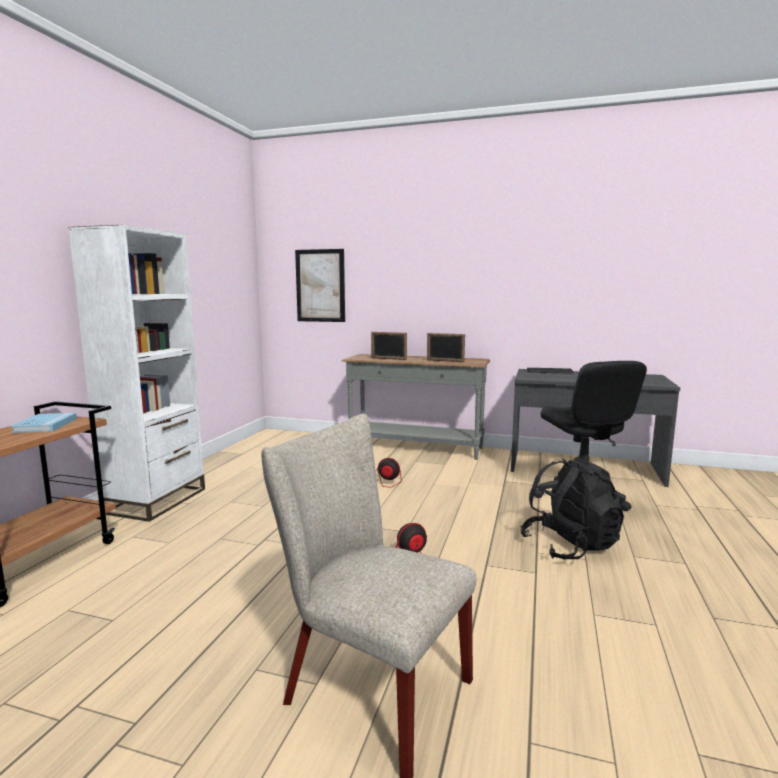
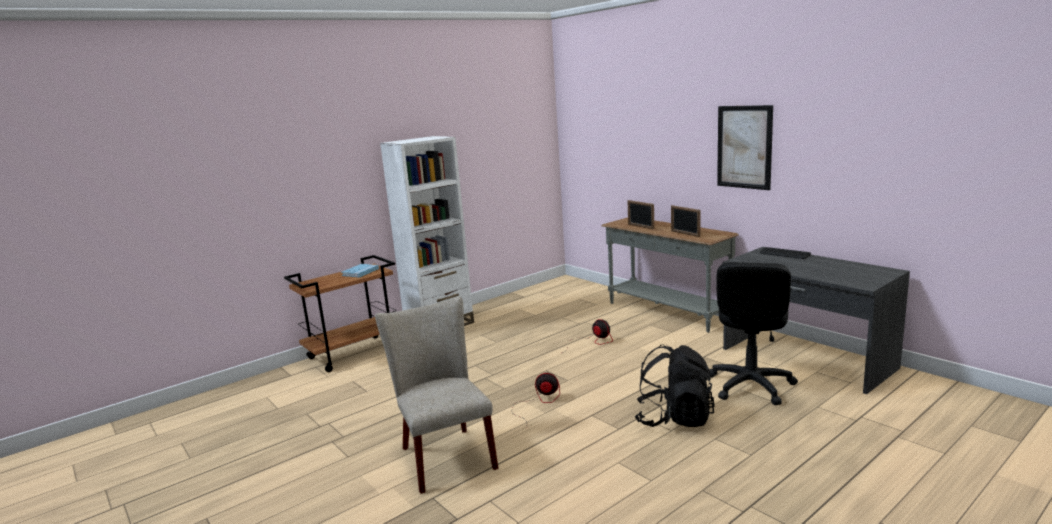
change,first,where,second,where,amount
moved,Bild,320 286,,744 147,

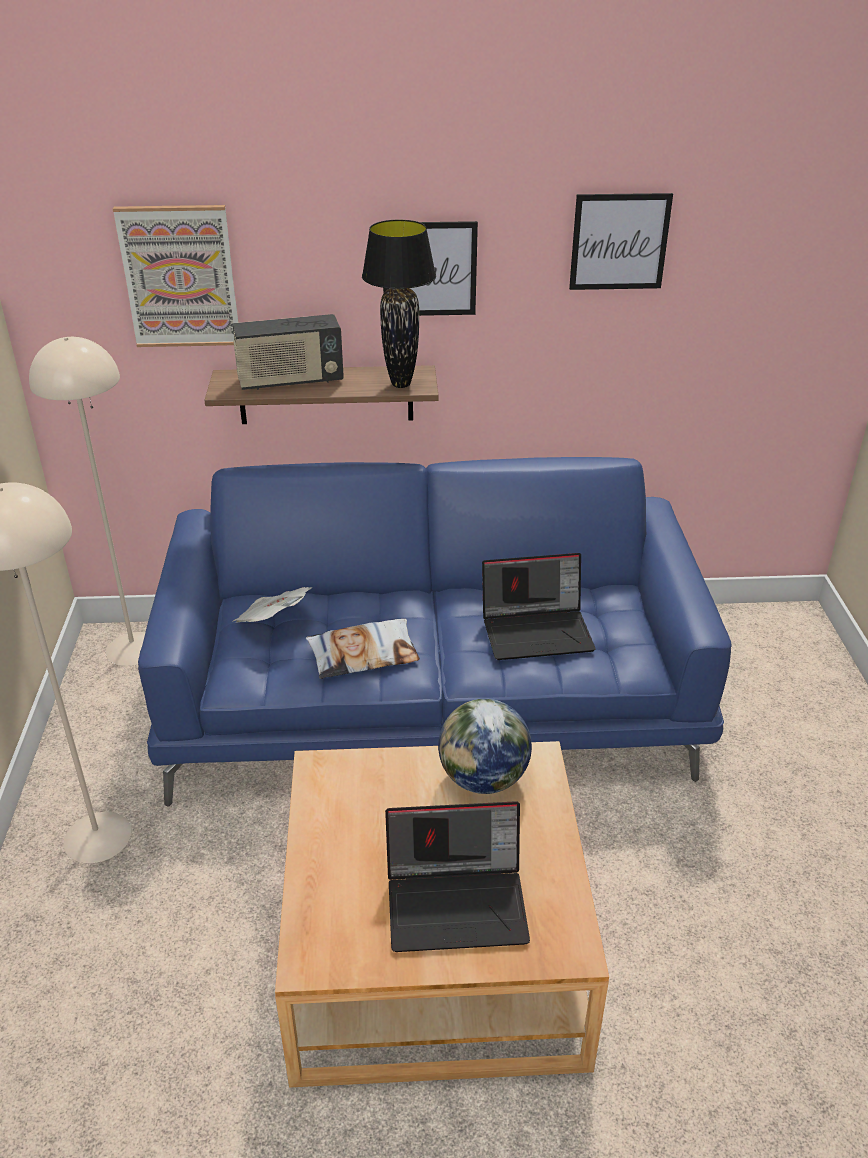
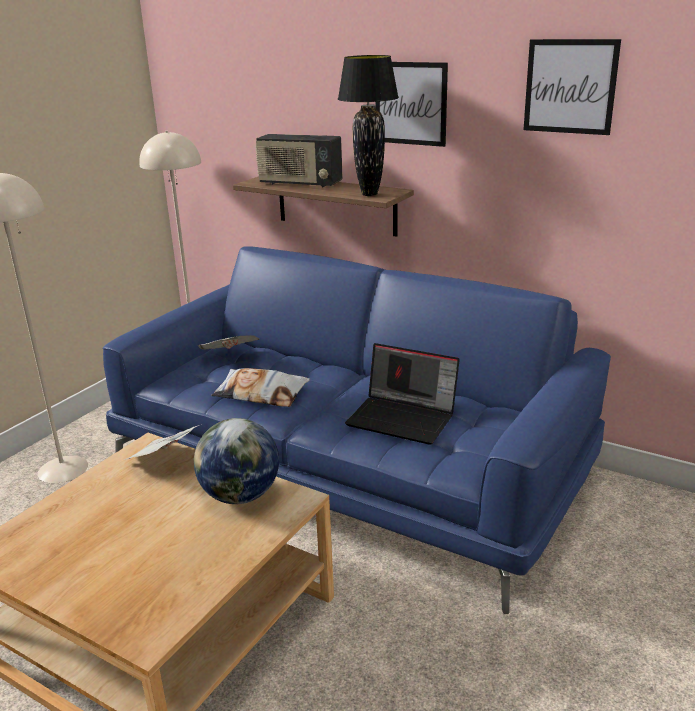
change,first,where,second,where,amount
removed,Bild,180 277,,,
removed,Laptop,458 902,,,
added,,,Zeitung,165 460,

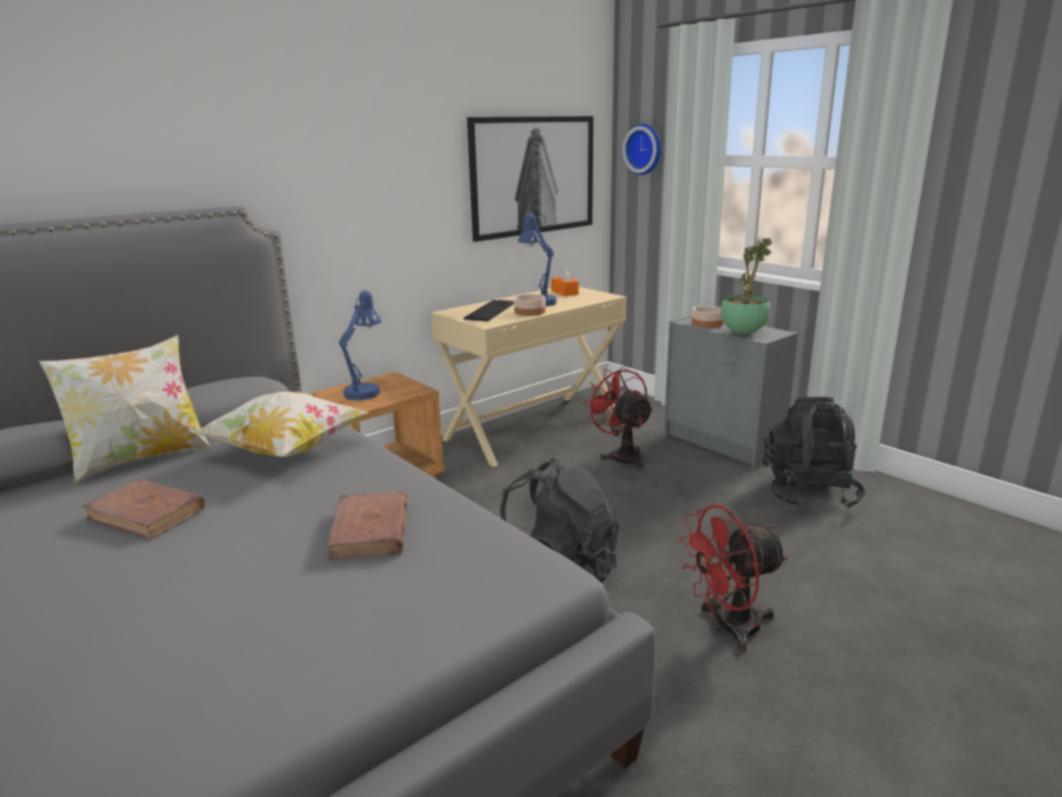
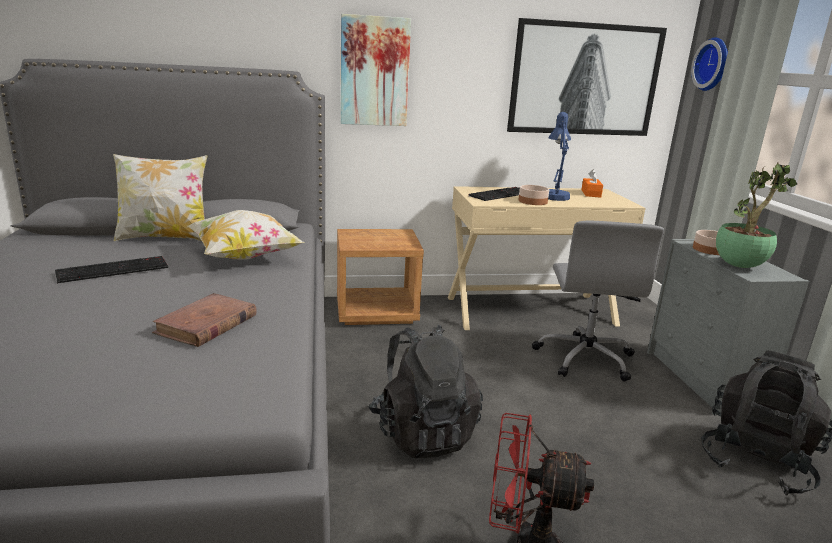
change,first,where,second,where,amount
removed,Tischlampe (blau),365 391,,,
added,,,Bild,374 72,
replaced,Buch (braun),146 514,Tastatur,114 269,
replaced,Ventilator (rot),621 456,Bürostuhl (grau),585 357,

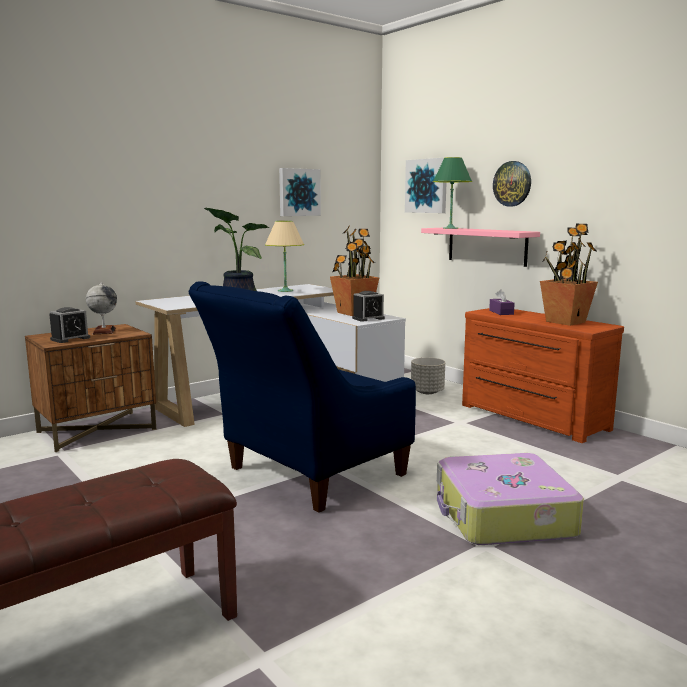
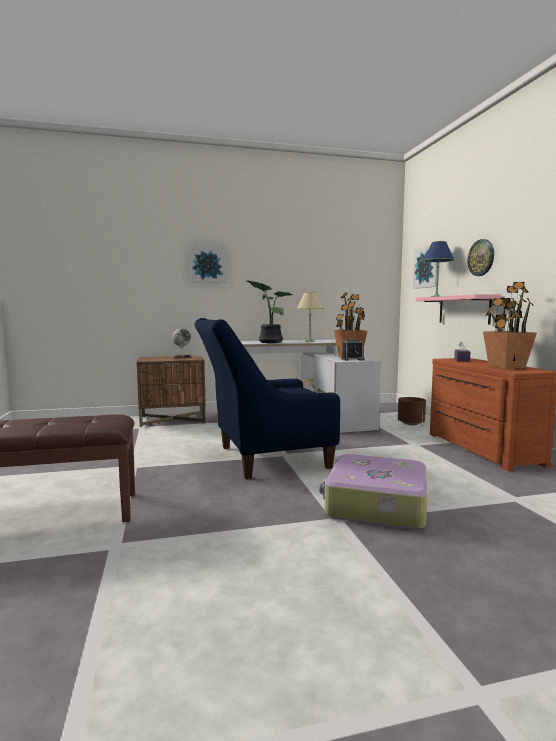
change,first,where,second,where,amount
removed,Wecker,70 339,,,
moved,Bild,298 192,,207 265,
recoloured,Pflanzkübel (grau),427 392,Pflanzkübel (braun),411 424,
recoloured,Tischlampe (grün),450 228,Tischlampe (blau),436 296,

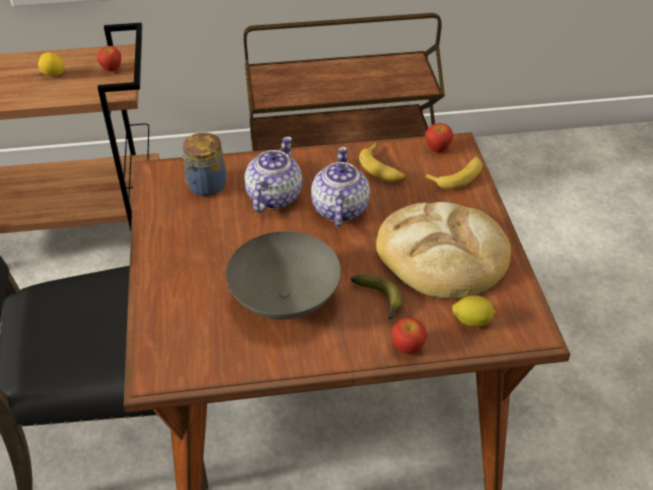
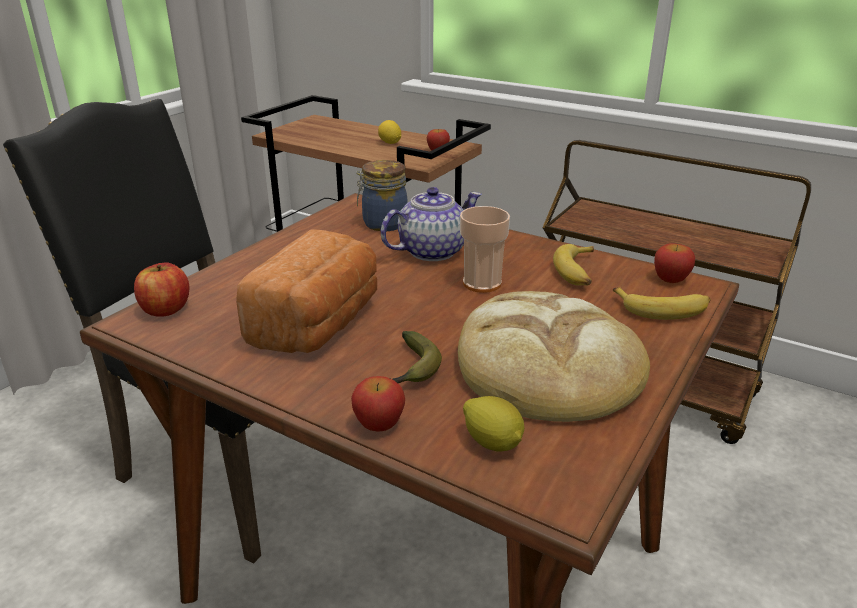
change,first,where,second,where,amount
added,,,Apfel,165 309,
replaced,Schüssel (grau),283 300,Brot,319 323,
replaced,Teekanne,339 209,Tasse,482 283,

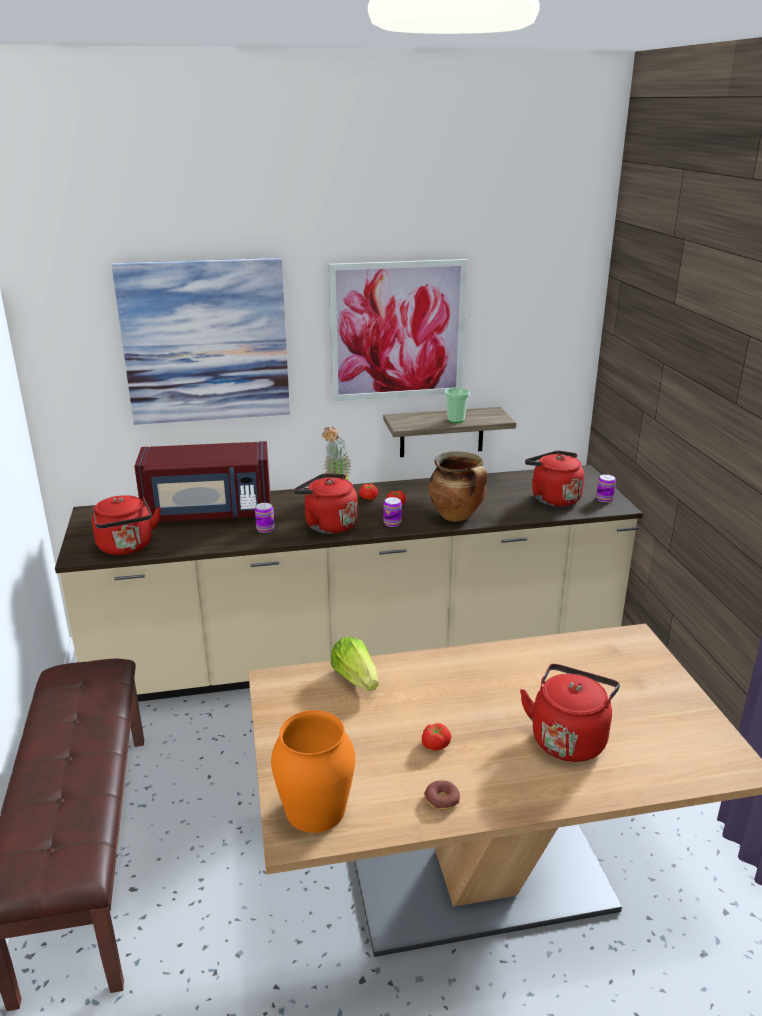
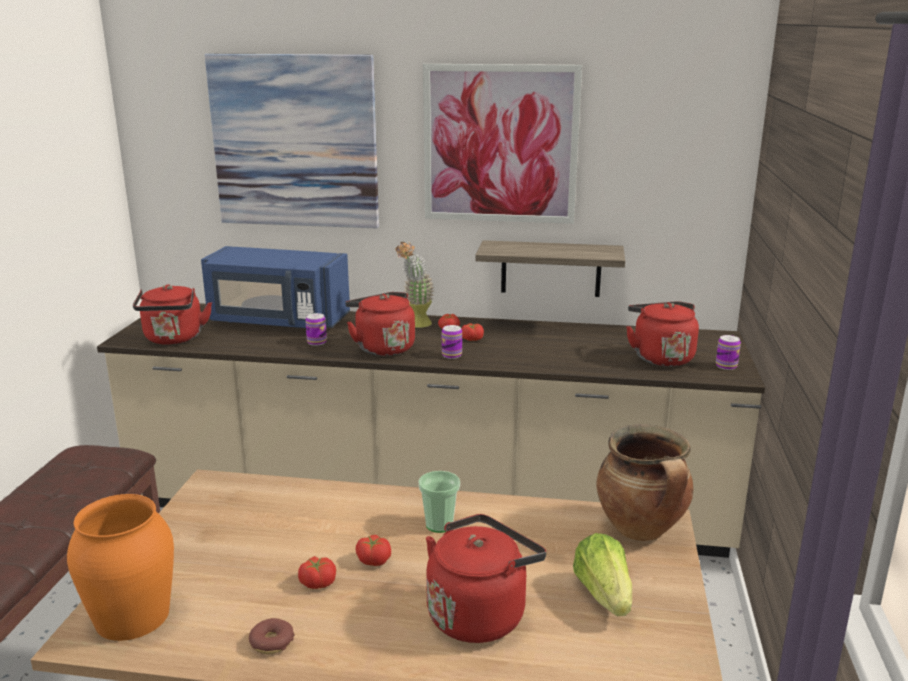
change,first,where,second,where,amount
added,,,Tomate,374 560,
moved,Salatkopf,356 679,,604 595,
moved,Kochtopf,457 516,,642 530,
moved,Tasse,456 420,,439 525,
recoloured,Mikrowelle (rot),208 512,Mikrowelle (blau),277 321,

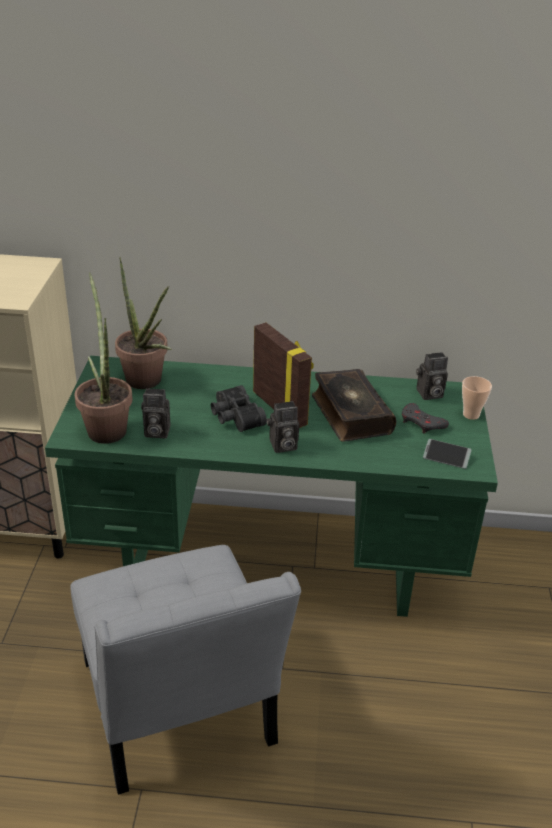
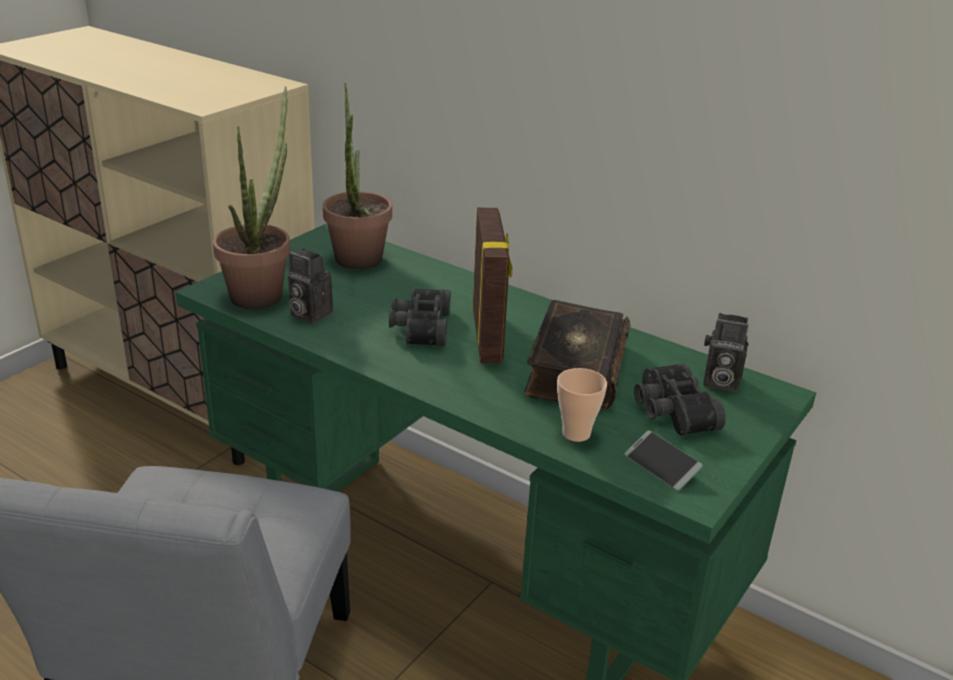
change,first,where,second,where,amount
removed,Kamera,282 446,,,
moved,Tasse,471 415,,576 433,
replaced,Gamepad (grau),422 422,Fernglas (schwarz),670 412,

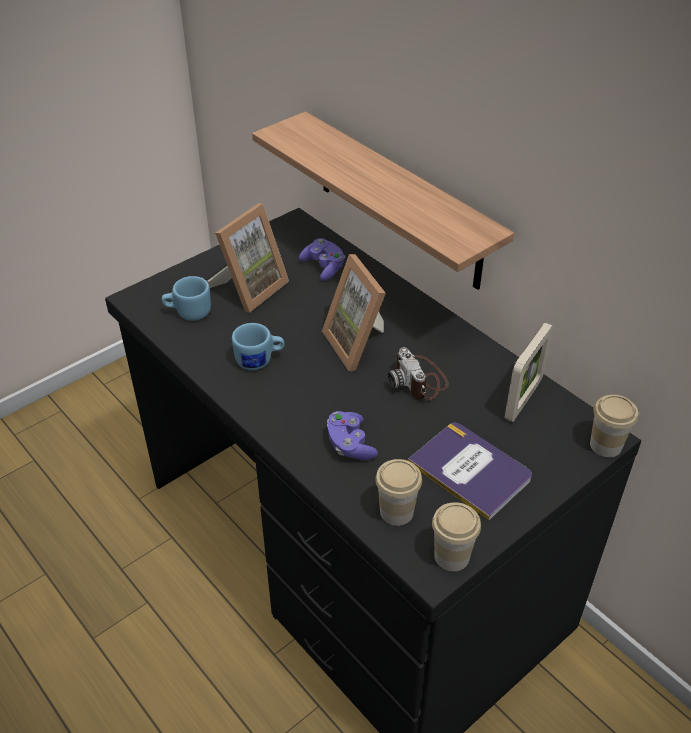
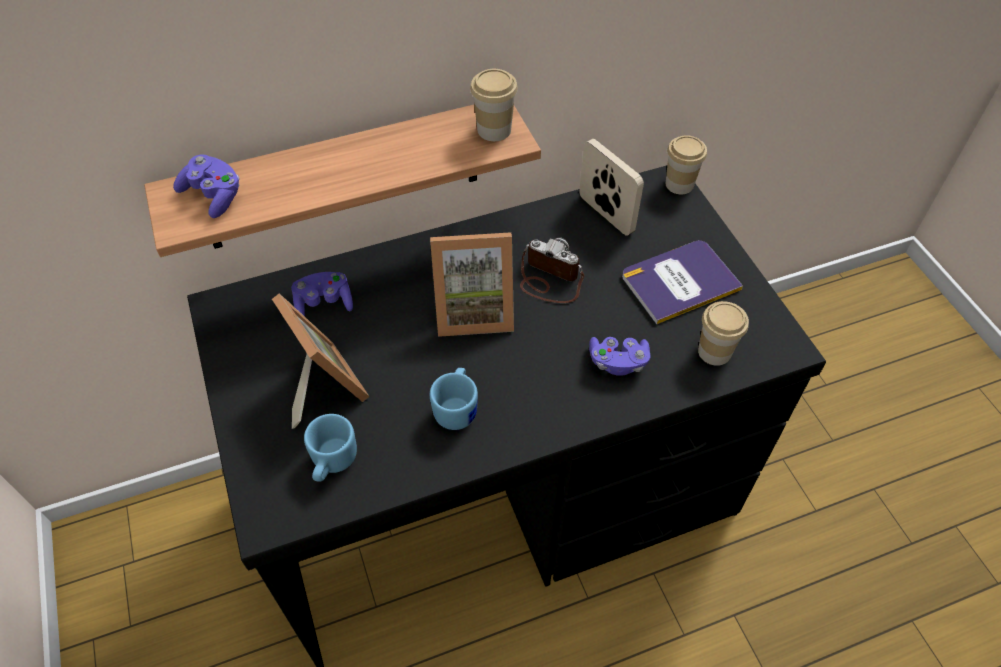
change,first,where,second,where,amount
added,,,Gamepad (lila),213 196,
moved,Tasse,451 556,,494 130,
turned,Kamera,419 380,,549 279,150 degrees counterclockwise

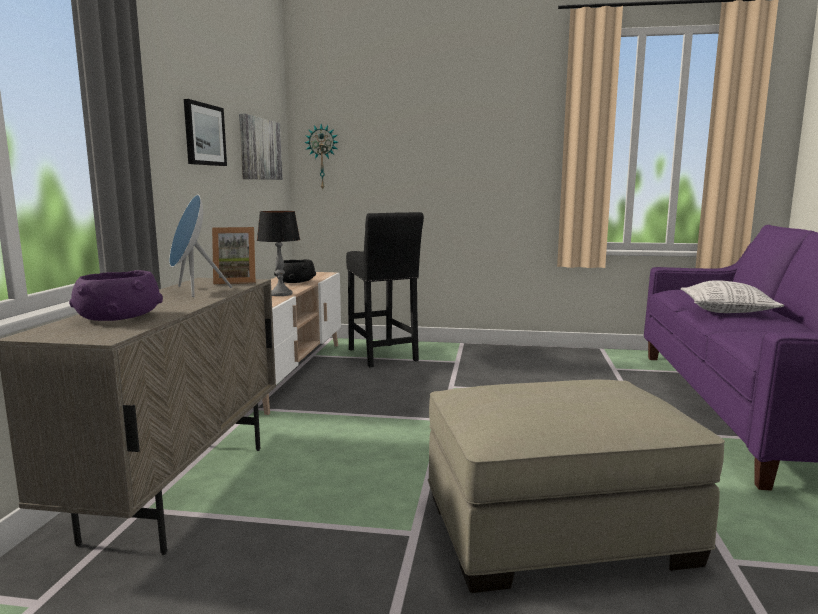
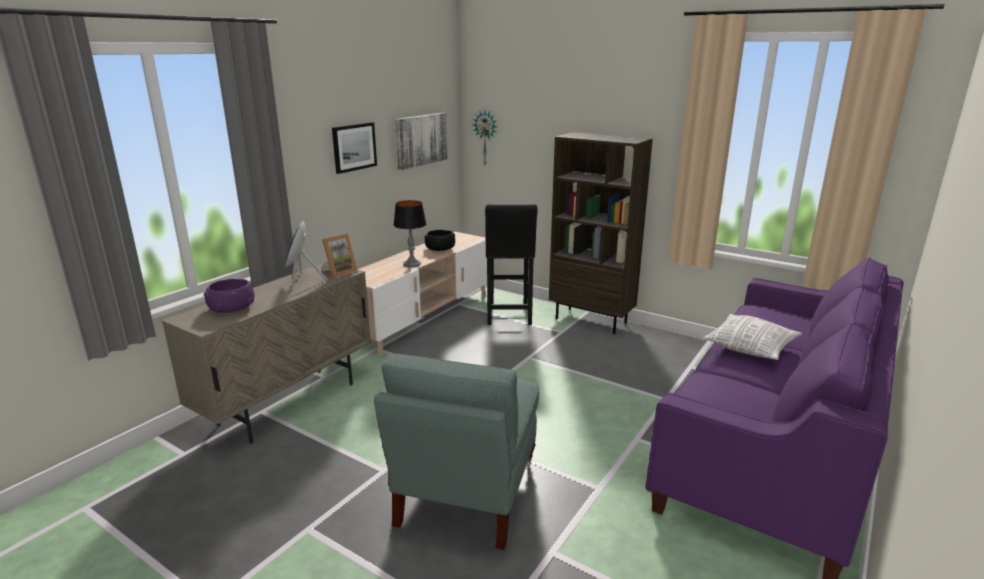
change,first,where,second,where,amount
added,,,Bücherregal (braun),591 320,
replaced,Polsterhocker (beige),553 528,Sessel (grau),466 493,
turned,Bilderrahmen,236 281,,339 272,60 degrees counterclockwise

